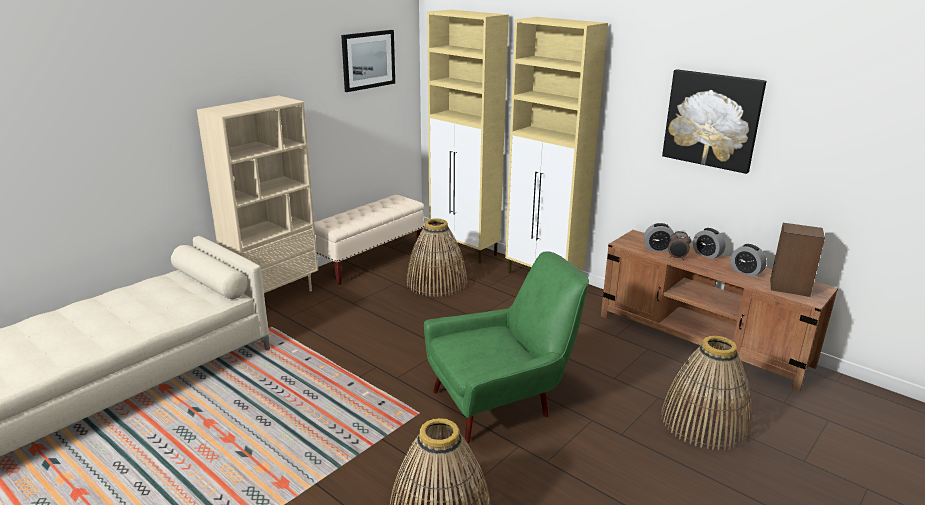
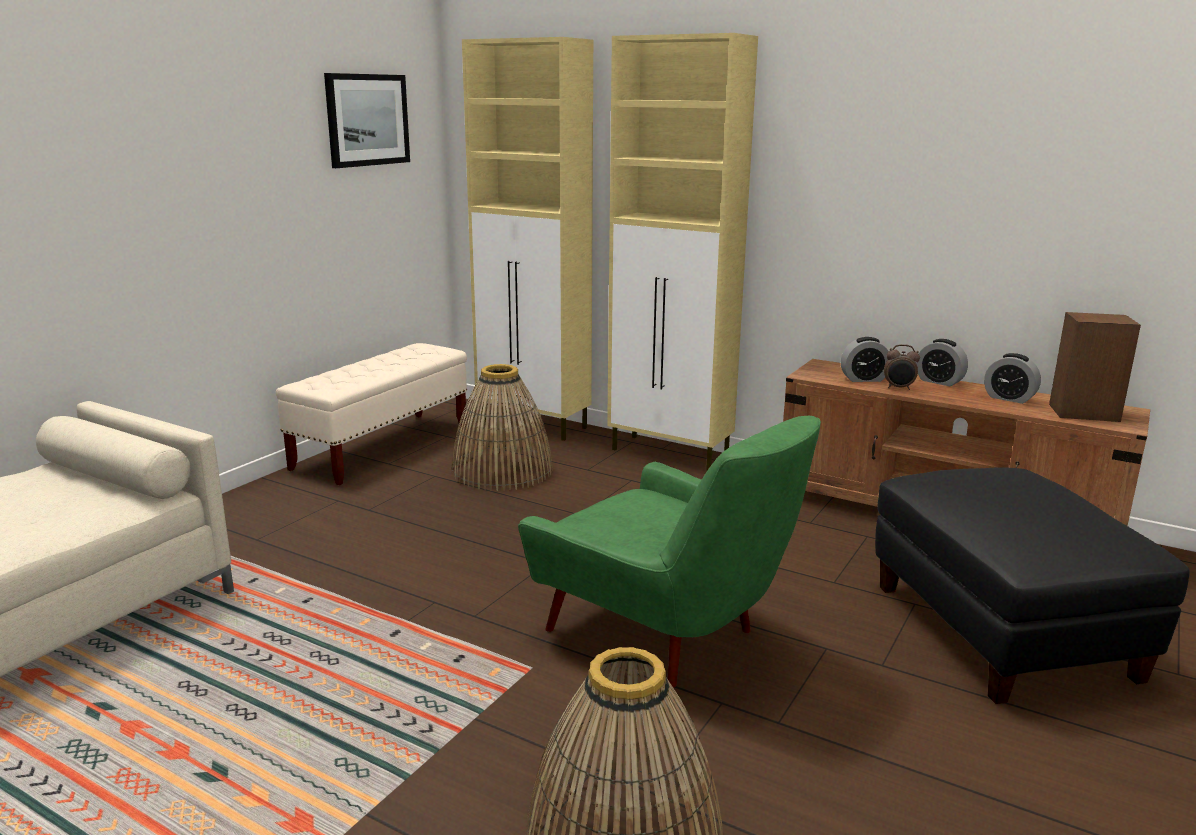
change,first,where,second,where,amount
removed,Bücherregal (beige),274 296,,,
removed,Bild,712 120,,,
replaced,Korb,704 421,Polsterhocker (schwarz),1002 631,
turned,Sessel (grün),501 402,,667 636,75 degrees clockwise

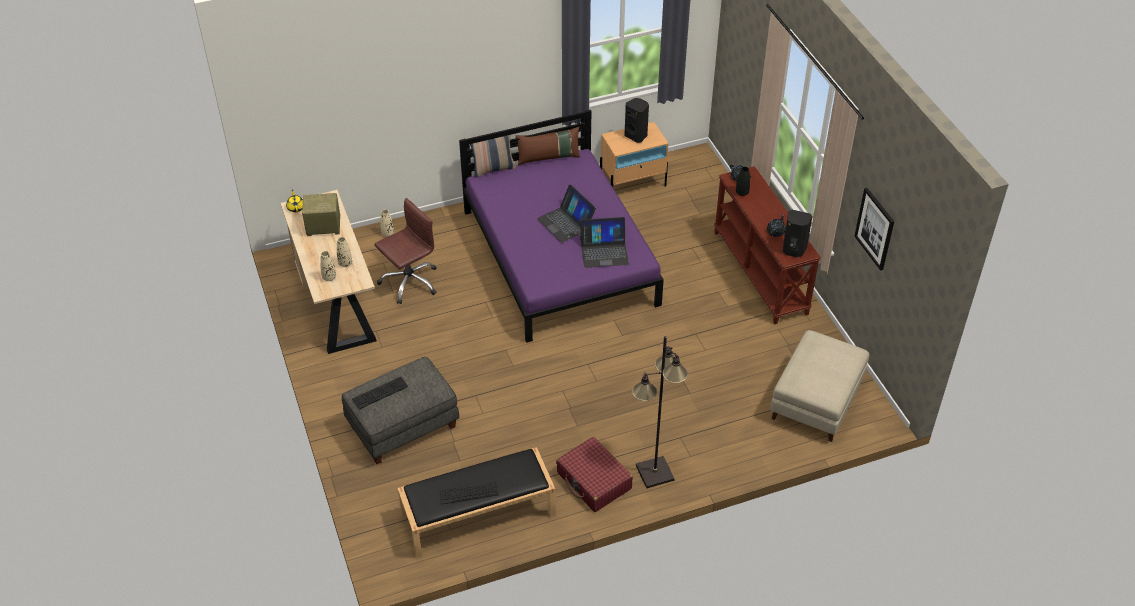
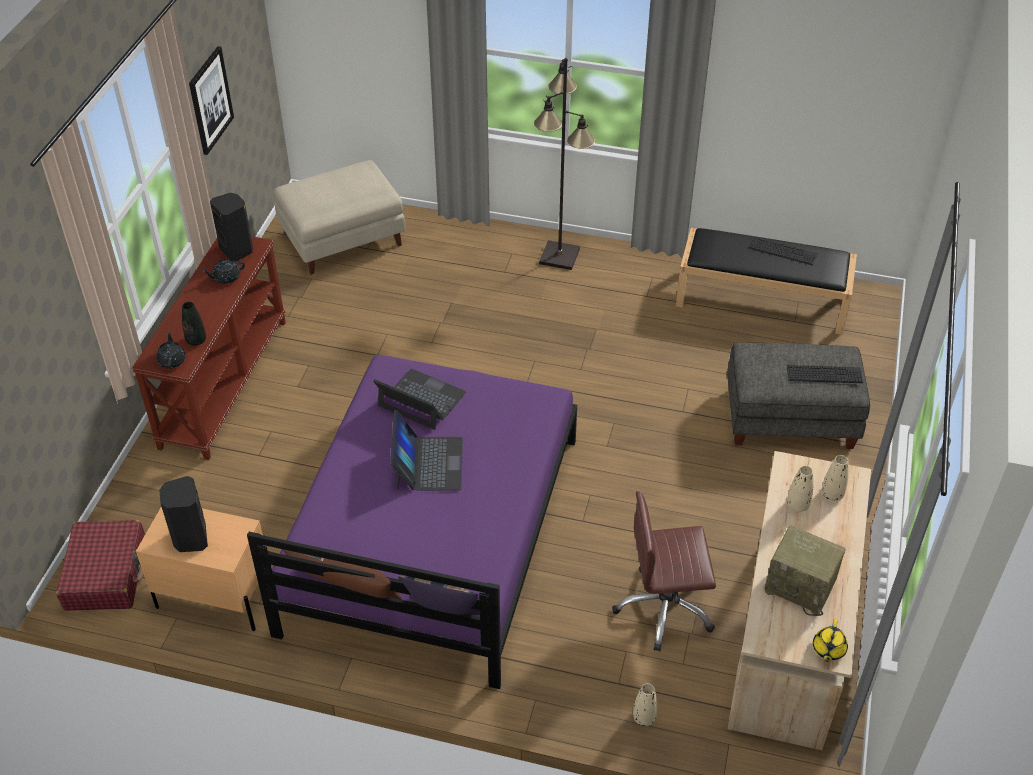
change,first,where,second,where,amount
moved,Koffer (rot),594 481,,106 574,

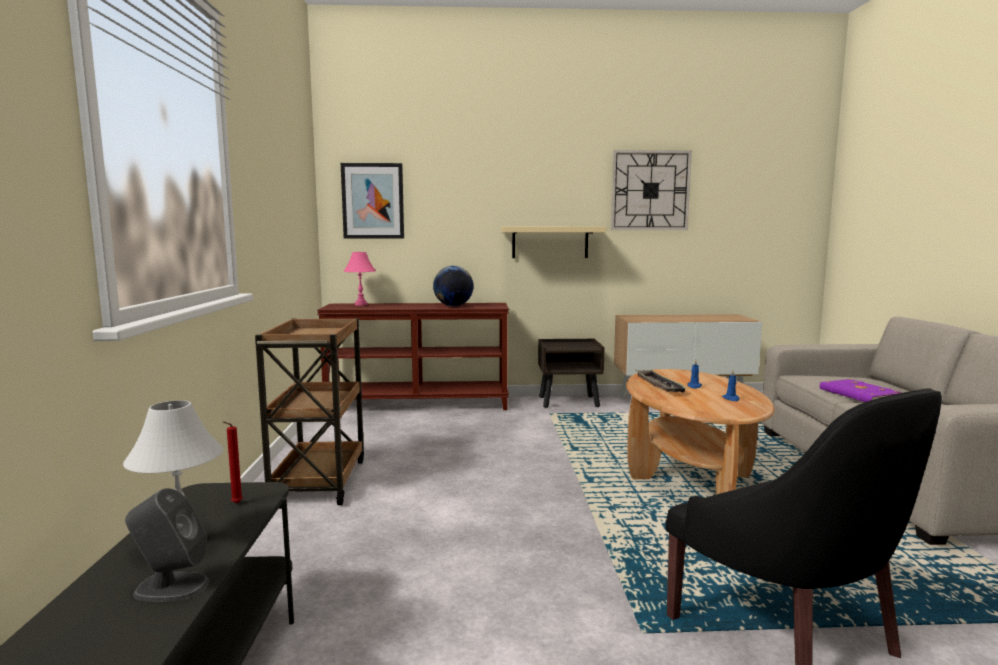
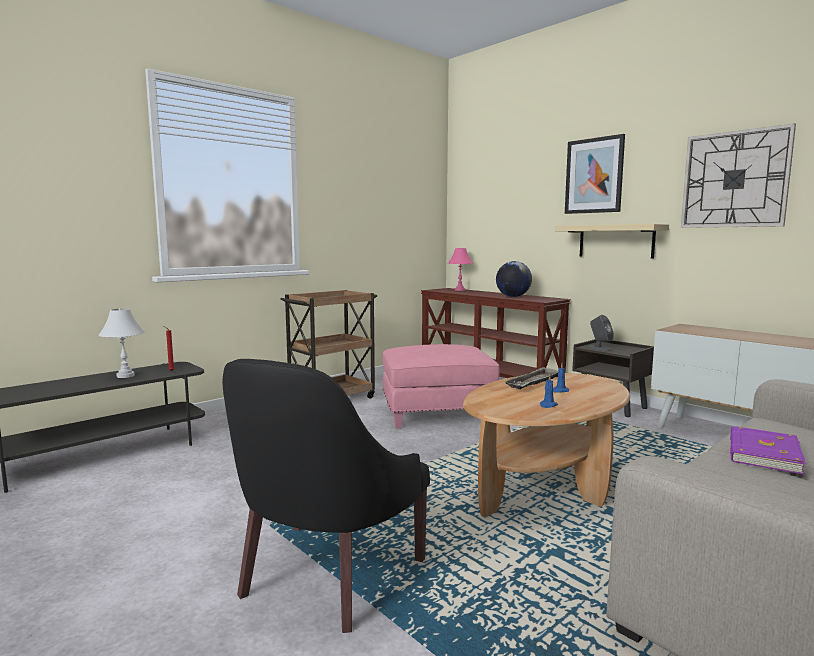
change,first,where,second,where,amount
added,,,Polsterhocker (rosa),438 413,
moved,Lautsprecher (grau),170 587,,600 348,
moved,Bild,373 201,,594 176,

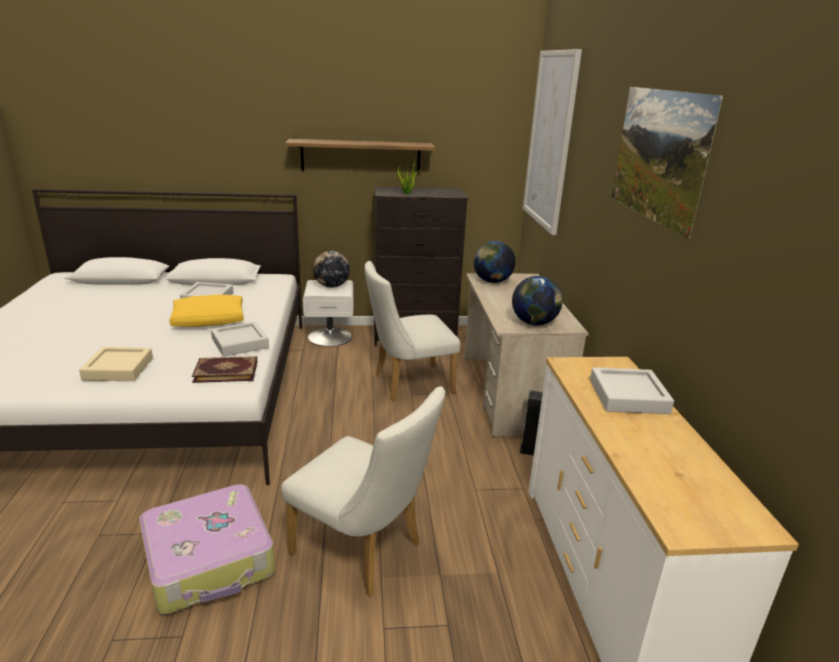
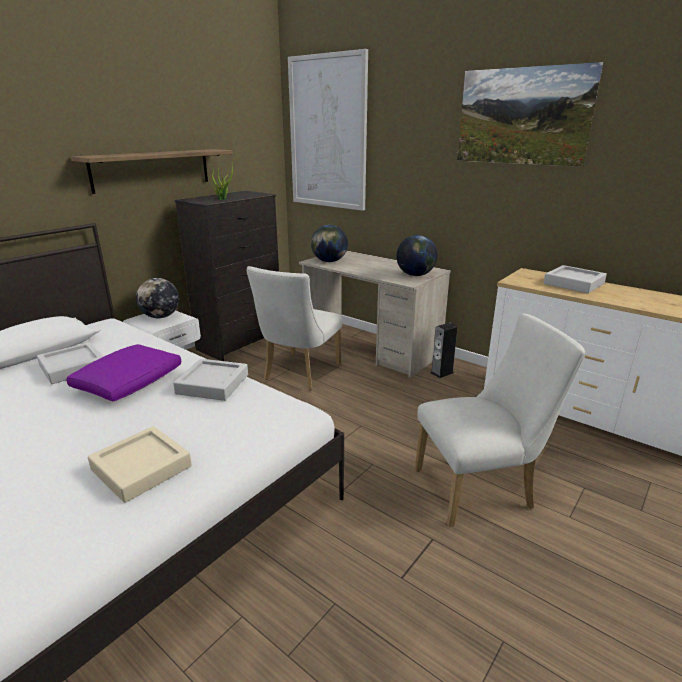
change,first,where,second,where,amount
removed,Koffer,210 560,,,
removed,Buch,226 371,,,
recoloured,Kissen (gelb),209 320,Kissen (lila),129 382,

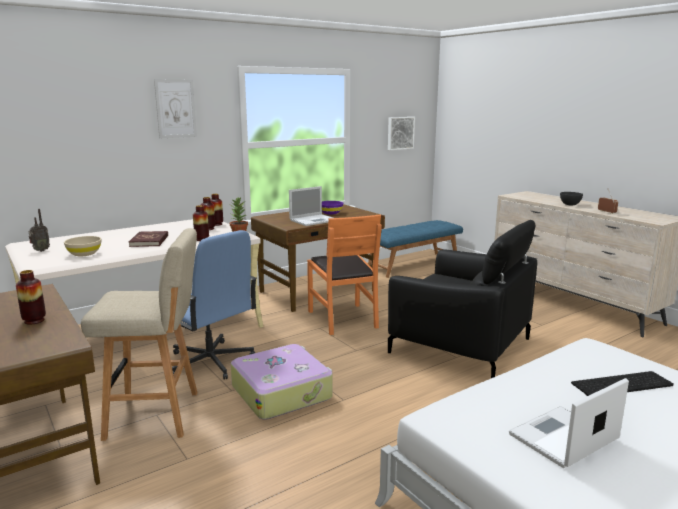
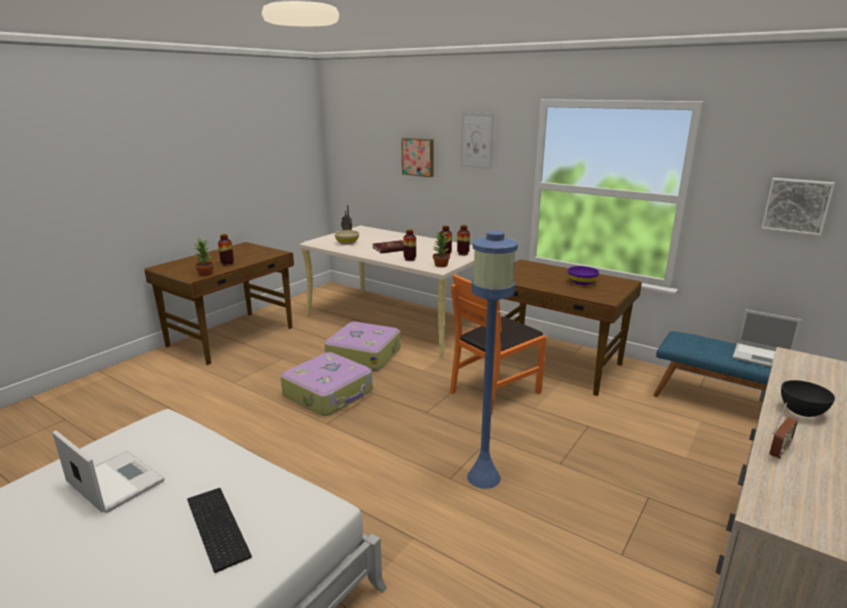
change,first,where,second,where,amount
removed,Hocker (beige),157 415,,,
added,,,Topfpflanze,206 274,
added,,,Bild,418 157,
moved,Laptop,314 220,,763 357,
replaced,Bürostuhl (blau),211 362,Koffer,364 354,
replaced,Sessel (schwarz),459 345,Stehlampe (blau),483 477,

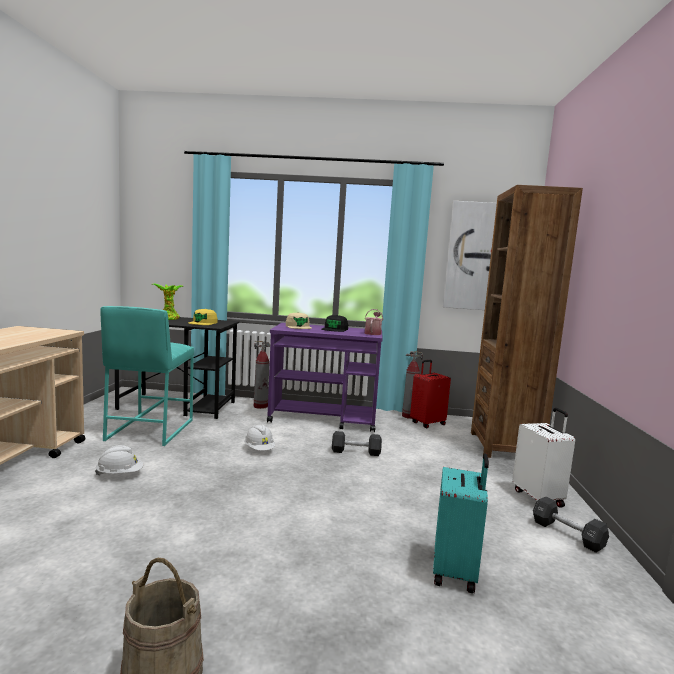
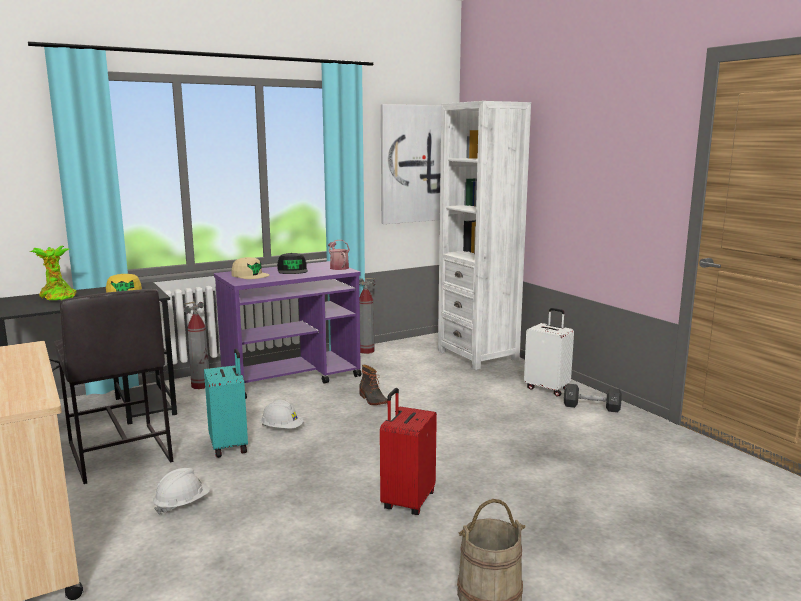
change,first,where,second,where,amount
moved,Koffer (rot),427 423,,407 501,
moved,Koffer (türkis),455 572,,230 446,
replaced,Hantel (schwarz),356 452,Stiefel,372 400,
recoloured,Hocker (türkis),149 430,Hocker (grau),118 453,
recoloured,Bücherregal (braun),505 446,Bücherregal (weiß),478 355,

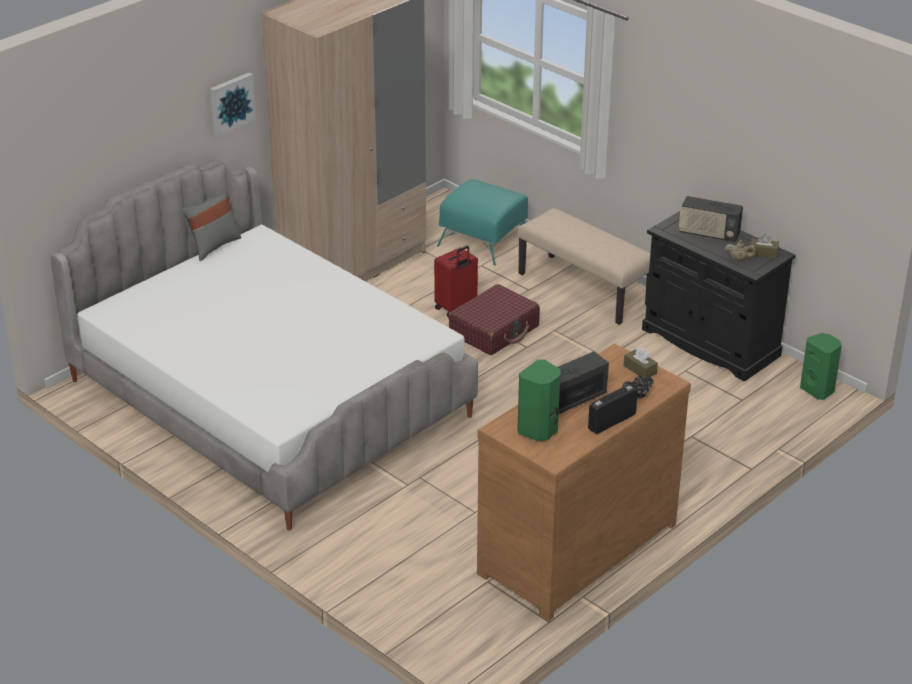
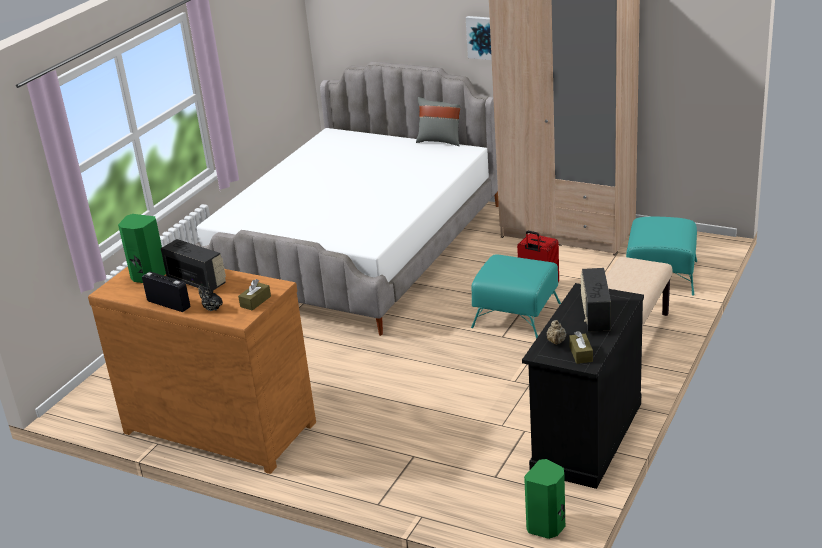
change,first,where,second,where,amount
replaced,Koffer (rot),494 330,Polsterhocker (türkis),517 315,

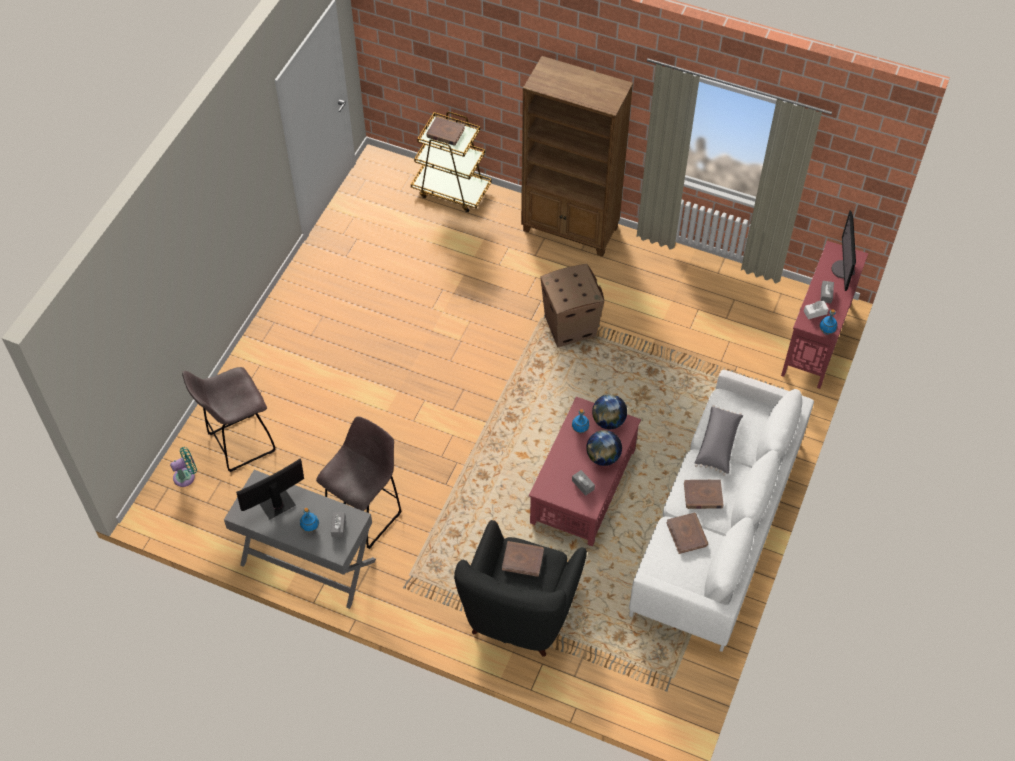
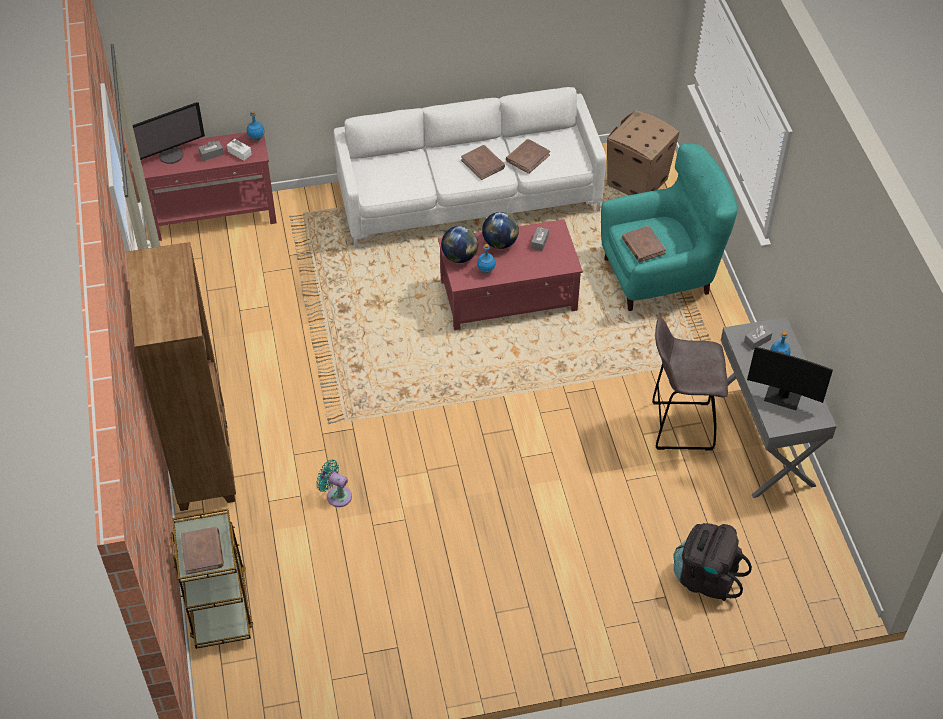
change,first,where,second,where,amount
removed,Kissen (grau),718 445,,,
moved,Ventilator (türkis),186 476,,336 495,
moved,Karton,570 325,,636 182,
replaced,Hocker (grau),239 443,Rucksack (schwarz),706 577,
recoloured,Sessel (schwarz),520 611,Sessel (türkis),660 274,

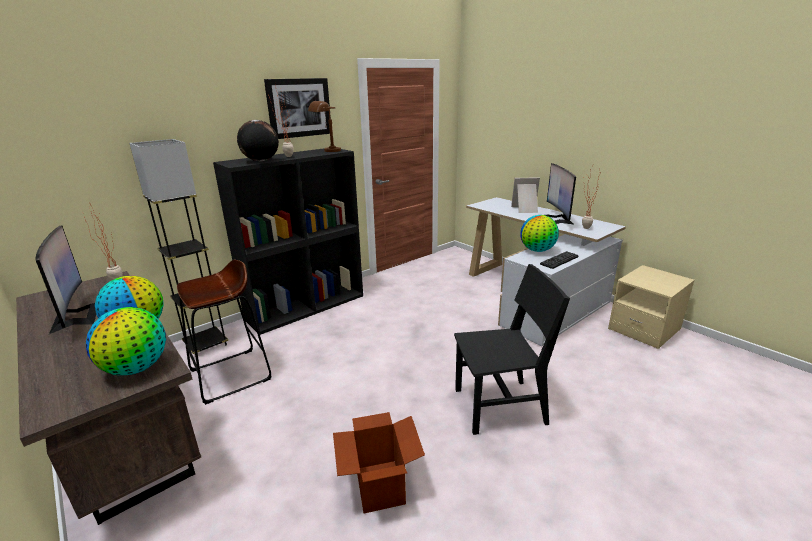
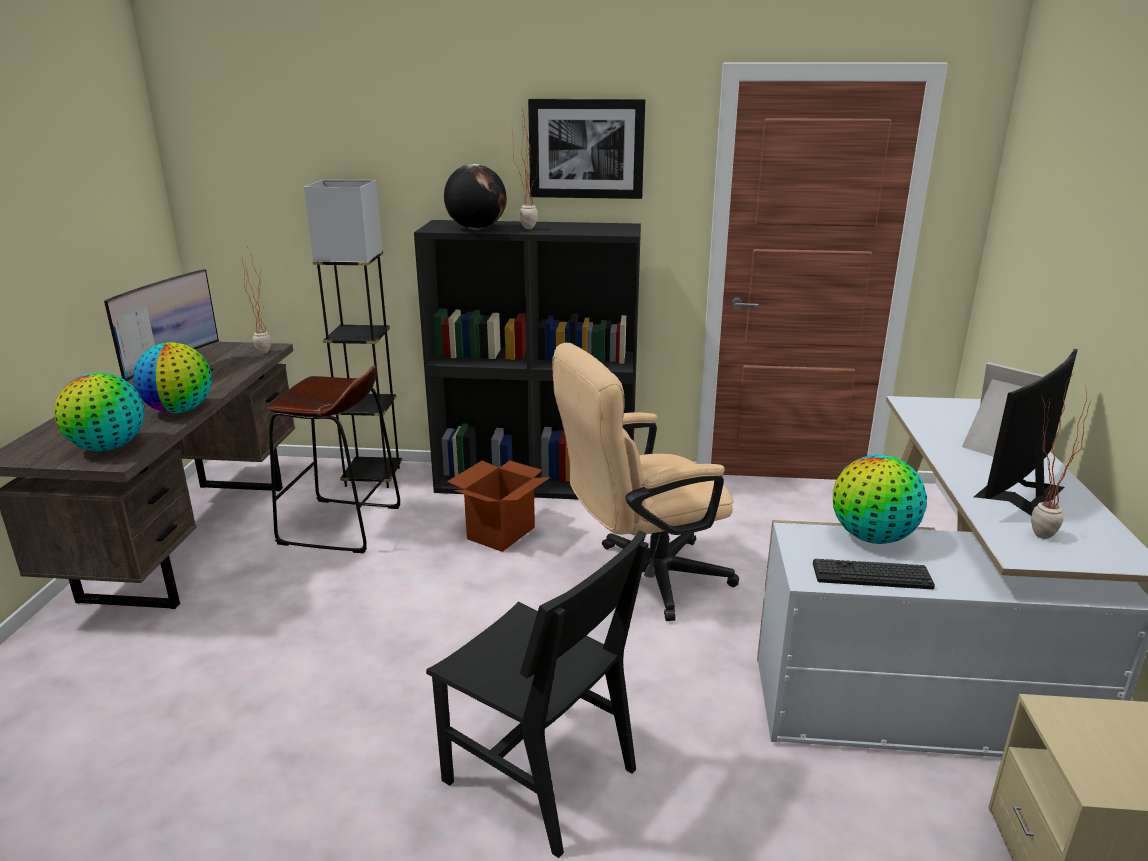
change,first,where,second,where,amount
removed,Tischlampe (braun),327 151,,,
added,,,Bürostuhl (beige),641 579,
moved,Karton,379 486,,501 533,

